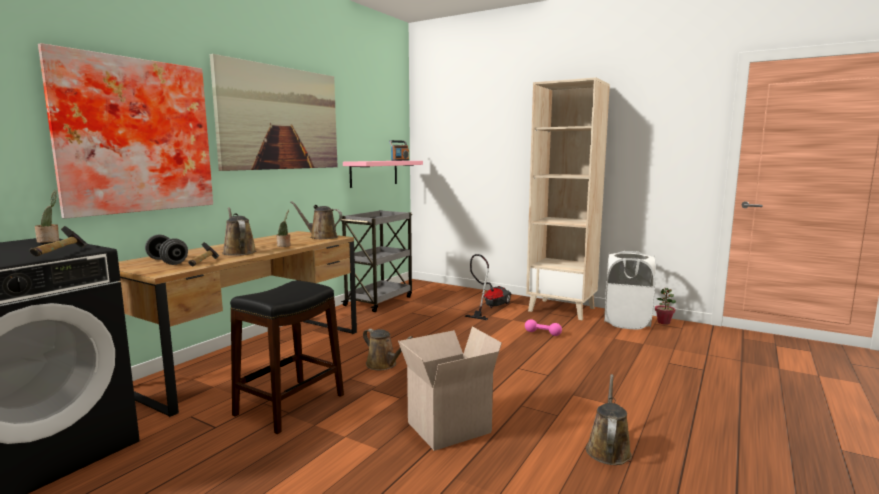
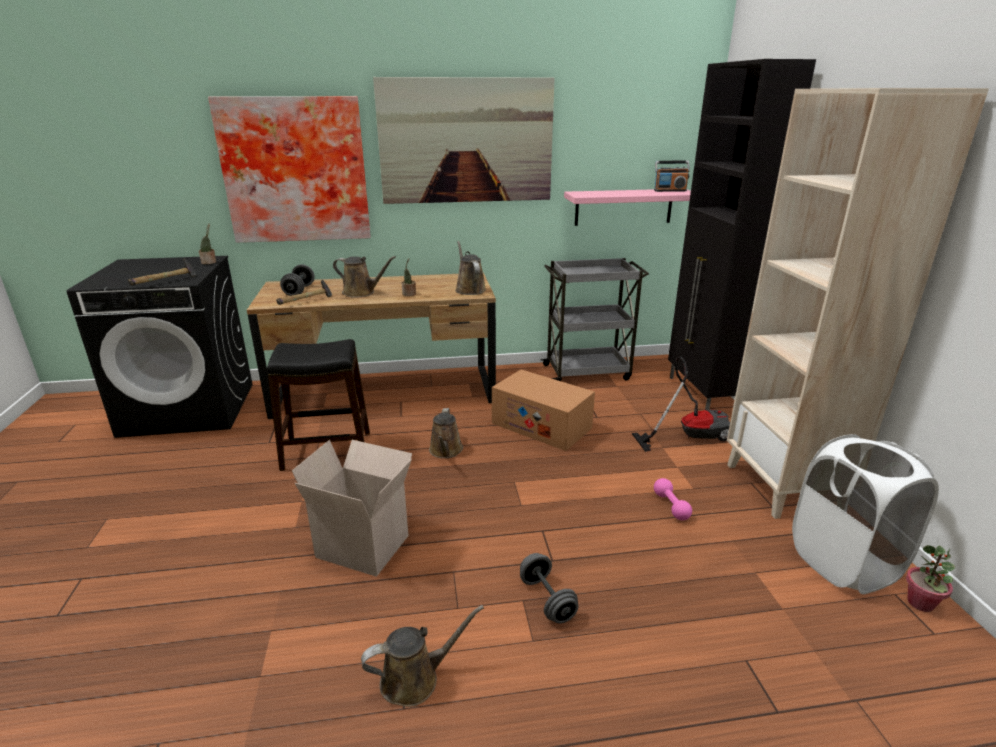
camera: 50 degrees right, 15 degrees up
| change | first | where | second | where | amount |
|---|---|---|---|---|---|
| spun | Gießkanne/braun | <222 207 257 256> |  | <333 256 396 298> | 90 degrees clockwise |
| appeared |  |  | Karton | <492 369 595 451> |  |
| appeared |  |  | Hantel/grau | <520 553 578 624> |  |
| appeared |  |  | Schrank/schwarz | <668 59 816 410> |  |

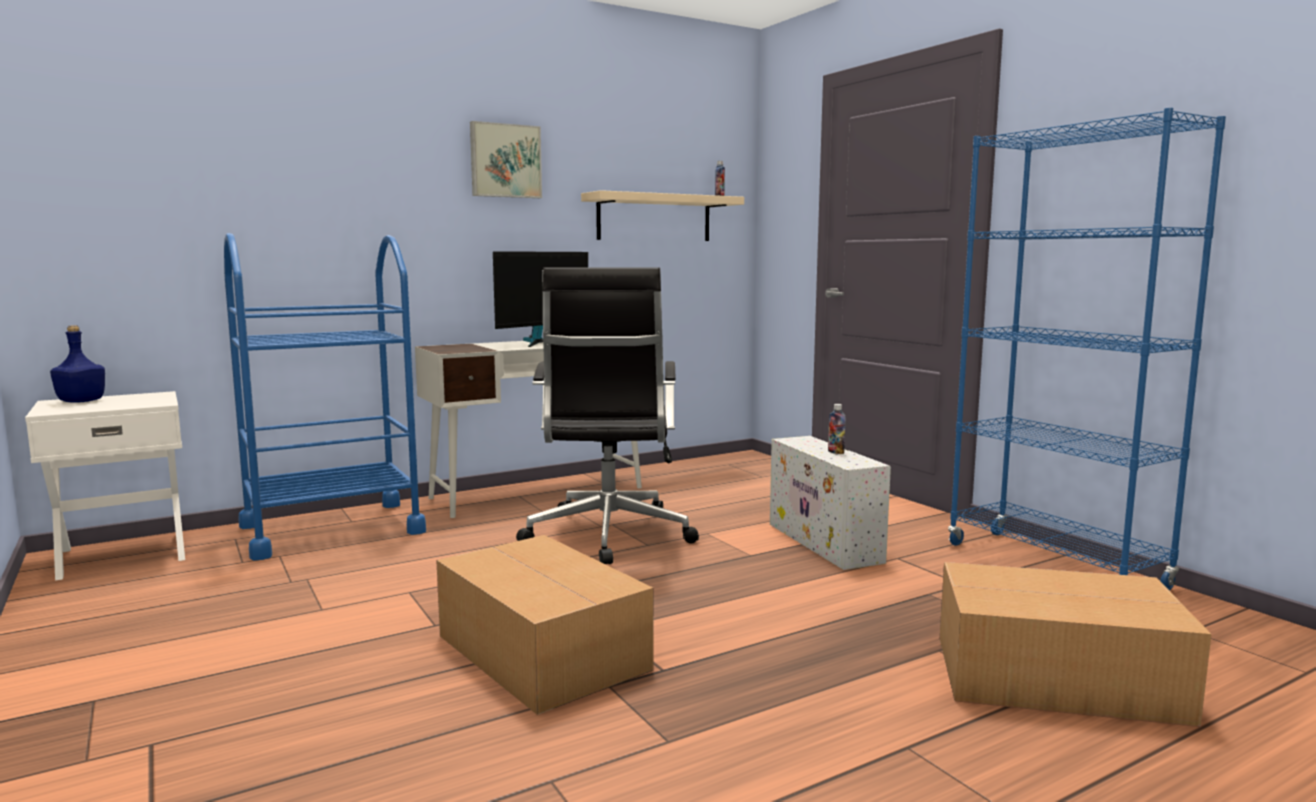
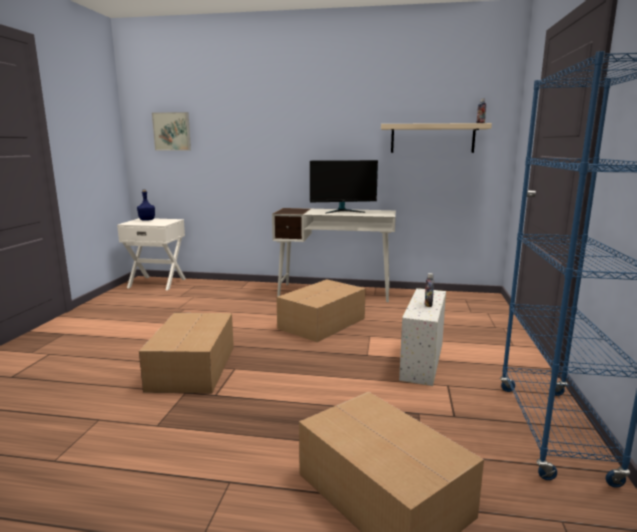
camera: 40 degrees right, 5 degrees up
| change | first | where | second | where | amount |
|---|---|---|---|---|---|
| missing | Rollwagen/blau | <224 233 426 560> |  |  |  |
| relocated | Bild | <470 121 542 198> |  | <152 112 191 150> |  |
| exchanged | Bürostuhl/schwarz | <516 267 699 564> | Karton | <277 279 366 342> |  |

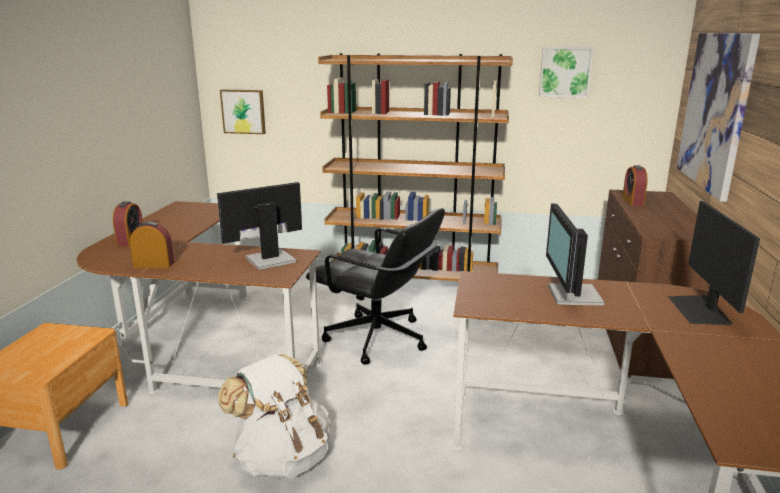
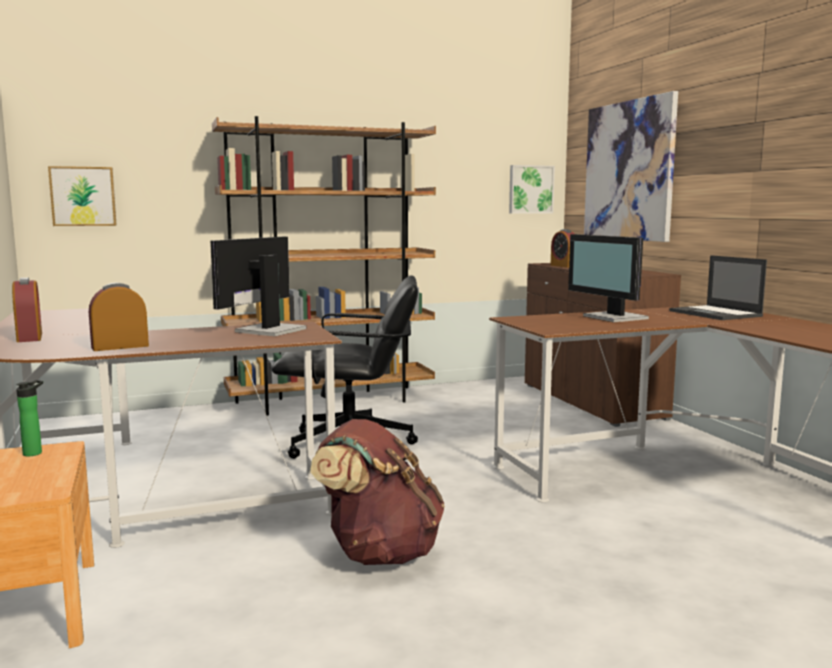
camera: 30 degrees left, 10 degrees down
| change | first | where | second | where | amount |
|---|---|---|---|---|---|
| colour | Rucksack/weiß | <218 354 330 479> | Rucksack/braun | <310 419 445 565> |  |
| relocated | Bild | <539 47 593 98> |  | <509 165 555 214> |  |
| exchanged | Monitor | <667 201 760 325> | Laptop | <669 255 767 320> |  |
| appeared |  |  | Flasche | <16 380 43 456> |  |

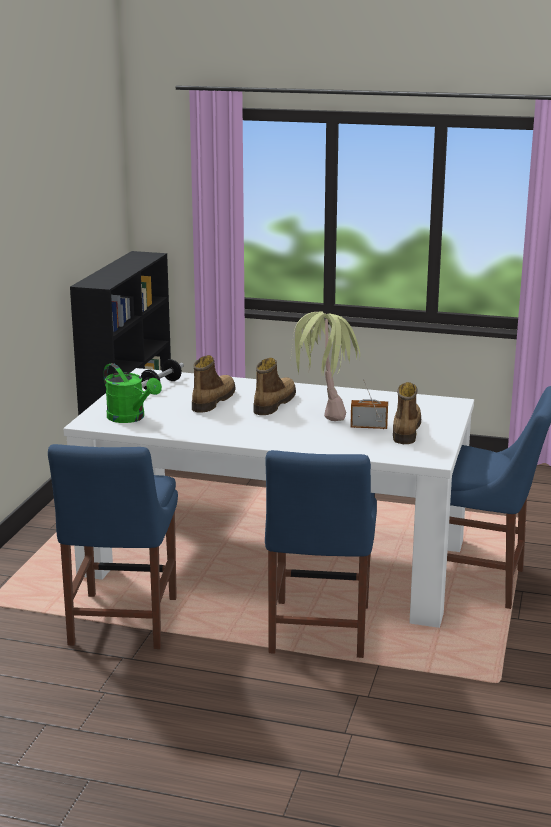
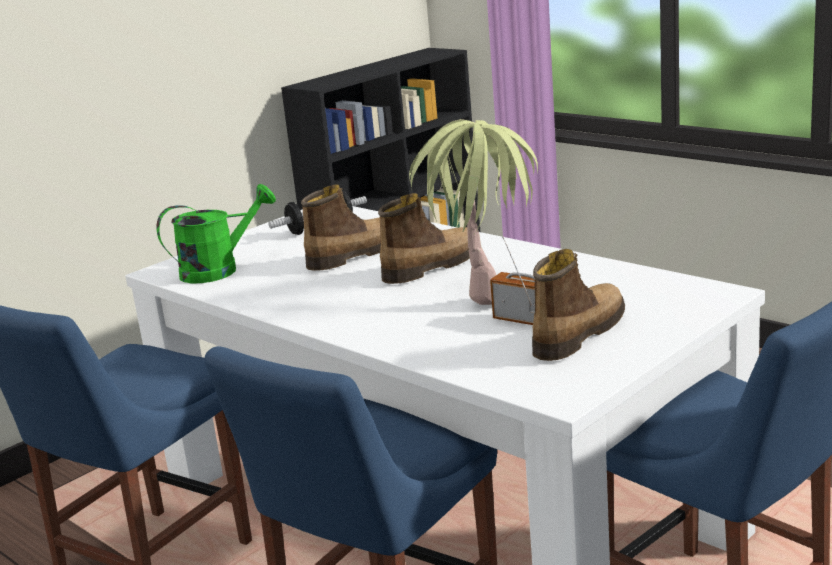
camera: 30 degrees right, 0 degrees up
| change | first | where | second | where | amount |
|---|---|---|---|---|---|
| spun | Gießkanne/grün | <103 363 162 423> |  | <157 184 276 283> | 105 degrees counterclockwise |

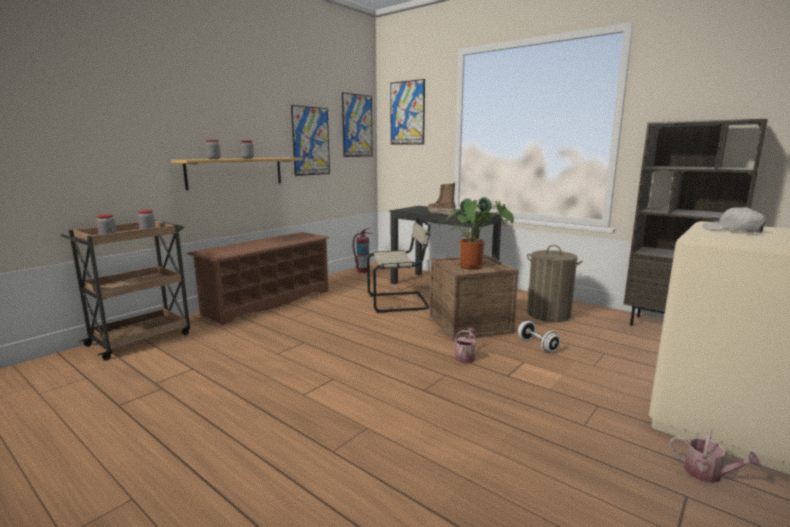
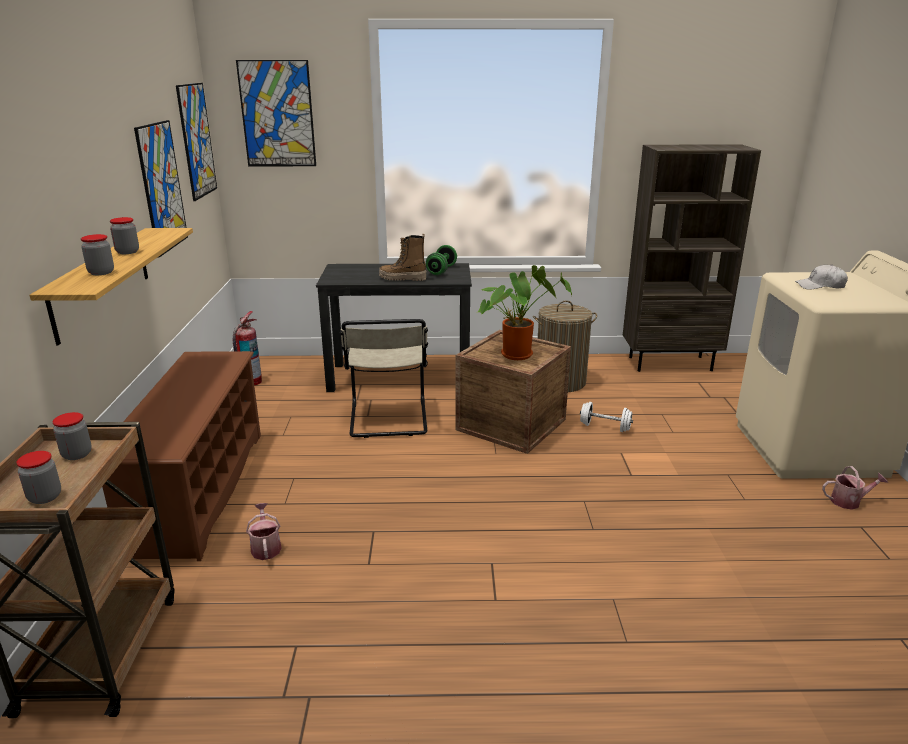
camera: 40 degrees left, 10 degrees up
| change | first | where | second | where | amount |
|---|---|---|---|---|---|
| spun | Stuhl/beige | <367 218 431 313> |  | <340 319 428 438> | 135 degrees clockwise |
| relocated | Gießkanne | <454 328 477 363> |  | <246 503 282 560> |  |

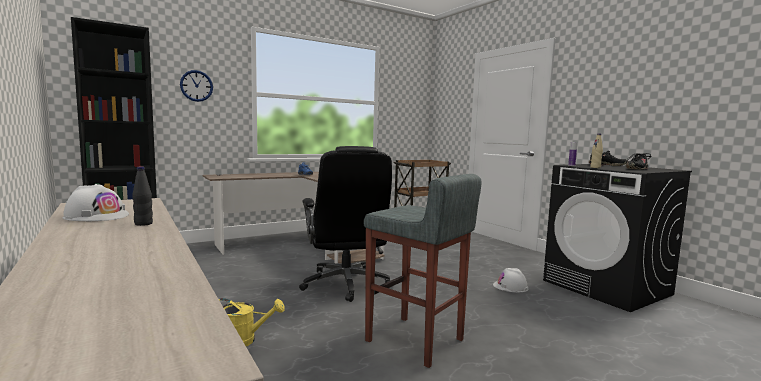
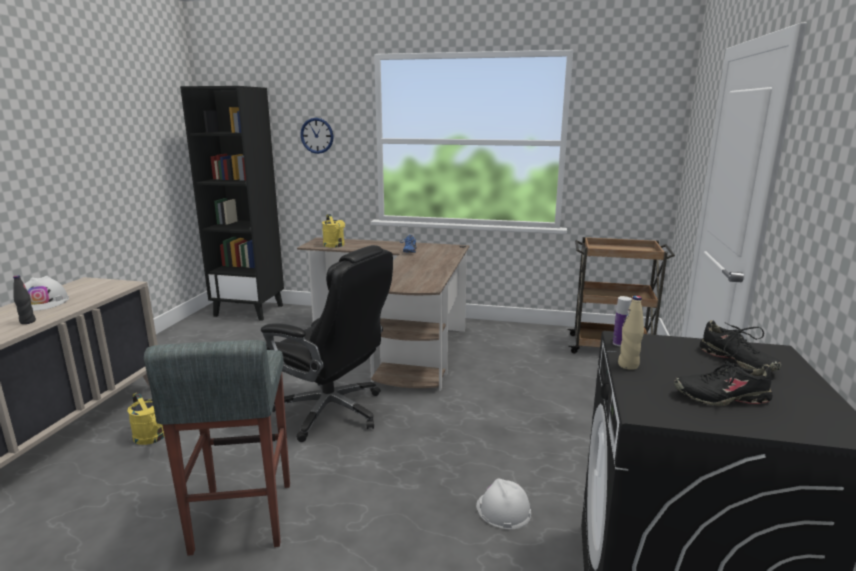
camera: 45 degrees right, 10 degrees up
| change | first | where | second | where | amount |
|---|---|---|---|---|---|
| spun | Bürostuhl/schwarz | <299 146 392 302> |  | <261 245 393 442> | 90 degrees counterclockwise |
| appeared |  |  | Gießkanne/gelb | <322 214 345 247> |  |

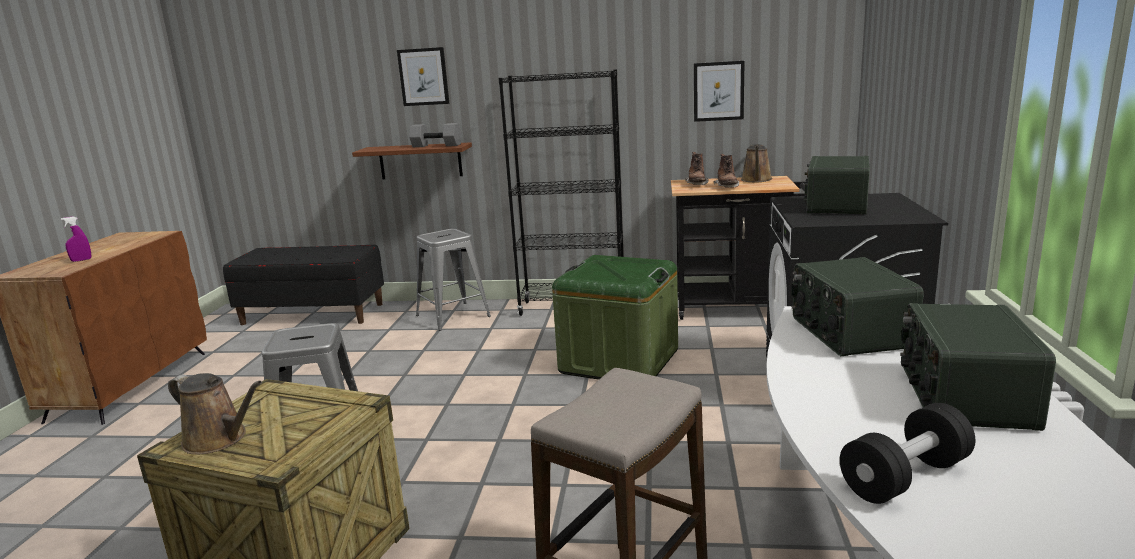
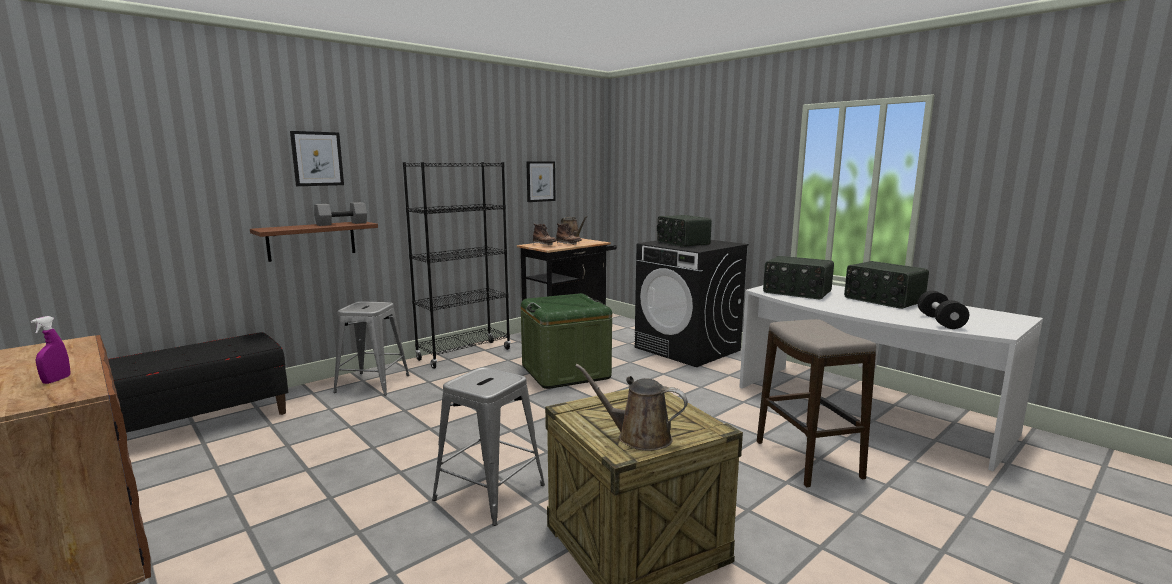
camera: 50 degrees left, 5 degrees down
| change | first | where | second | where | amount |
|---|---|---|---|---|---|
| spun | Gießkanne/braun | <168 373 262 455> |  | <575 364 688 451> | 135 degrees counterclockwise |

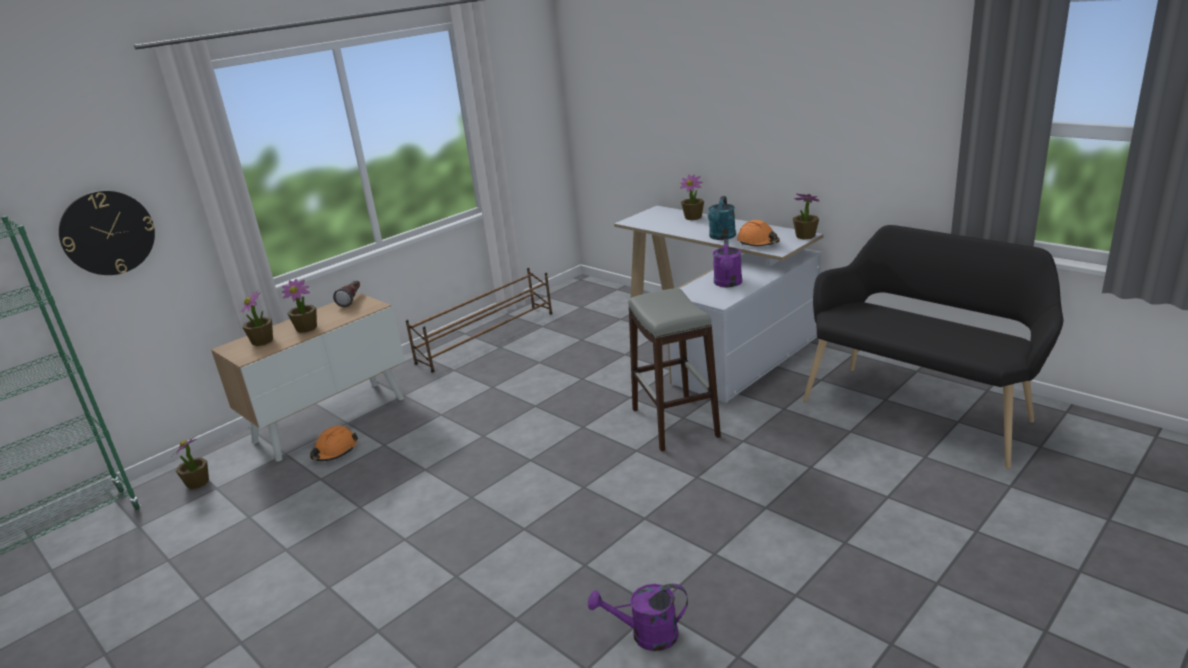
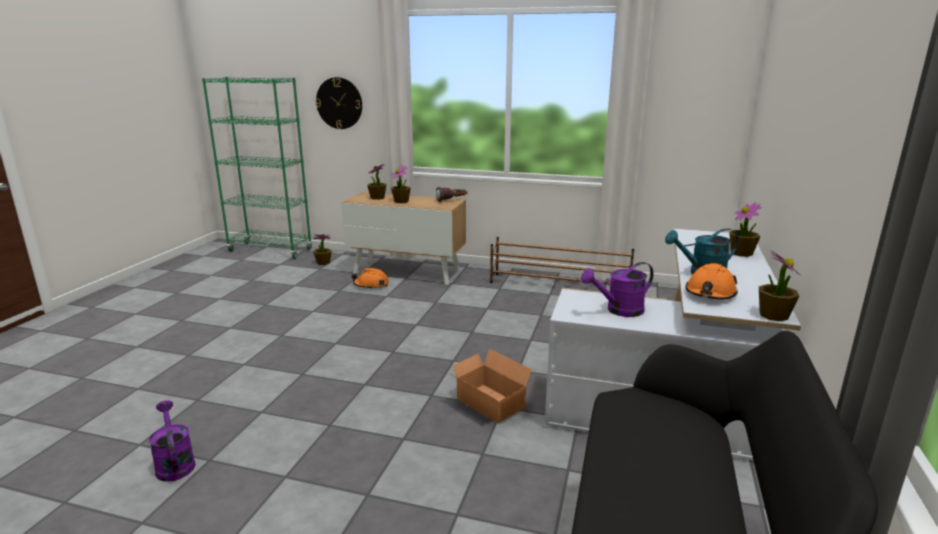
camera: 60 degrees right, 5 degrees down
| change | first | where | second | where | amount |
|---|---|---|---|---|---|
| exchanged | Hocker/grau | <628 288 721 452> | Karton | <449 349 533 423> |  |

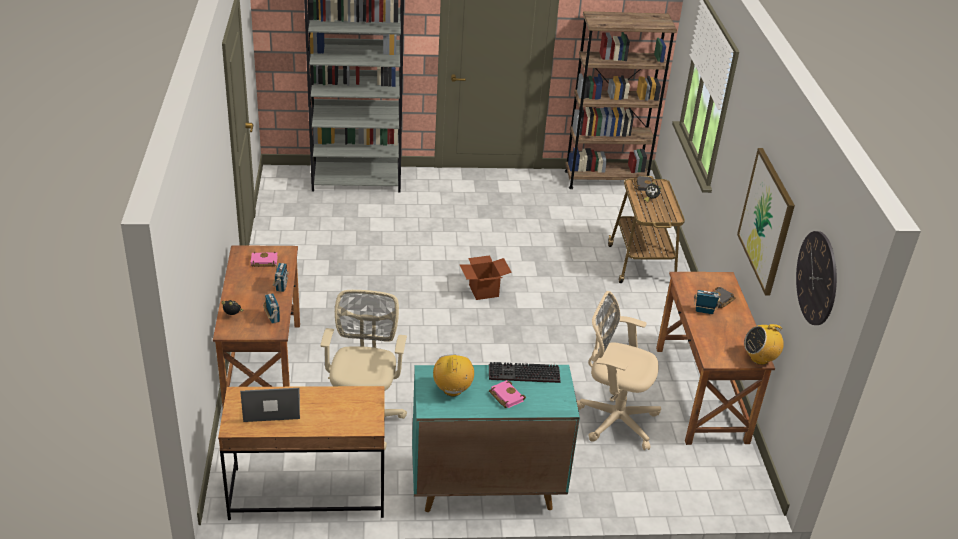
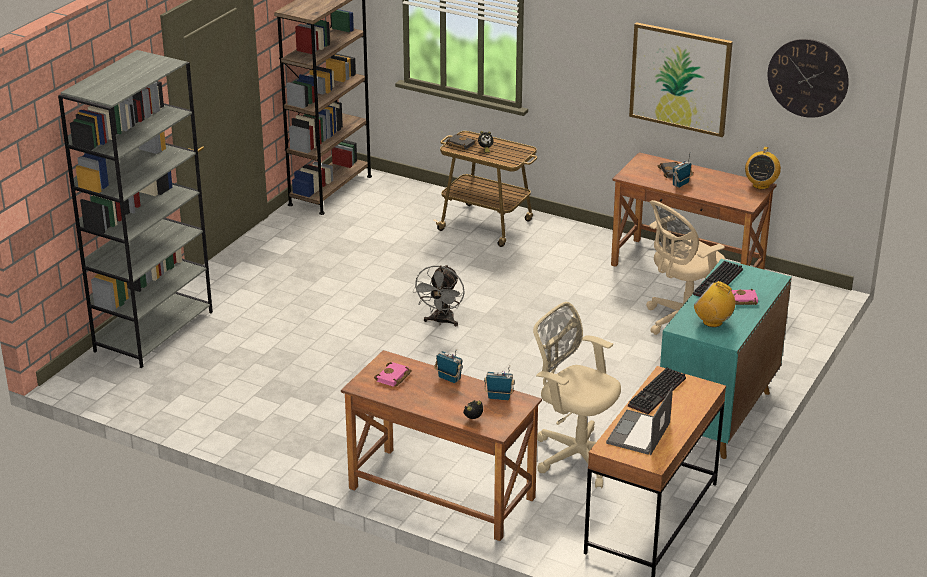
camera: 55 degrees left, 5 degrees down
| change | first | where | second | where | amount |
|---|---|---|---|---|---|
| exchanged | Karton | <460 255 512 300> | Ventilator/grau | <413 265 465 326> |  |
| appeared |  |  | Tastatur | <628 368 686 414> |  |

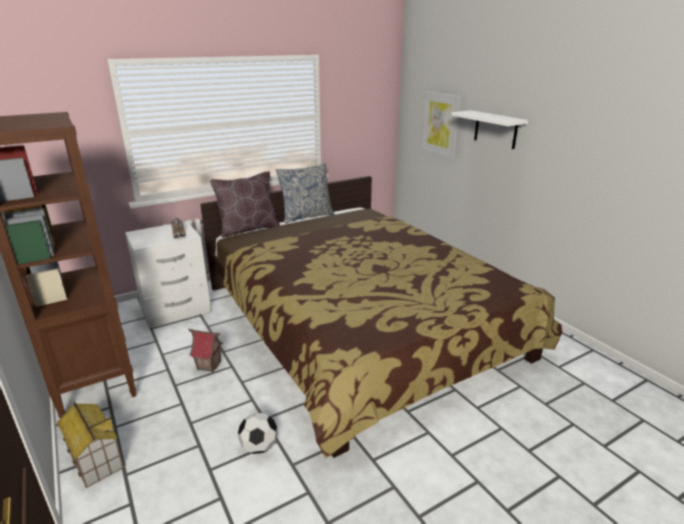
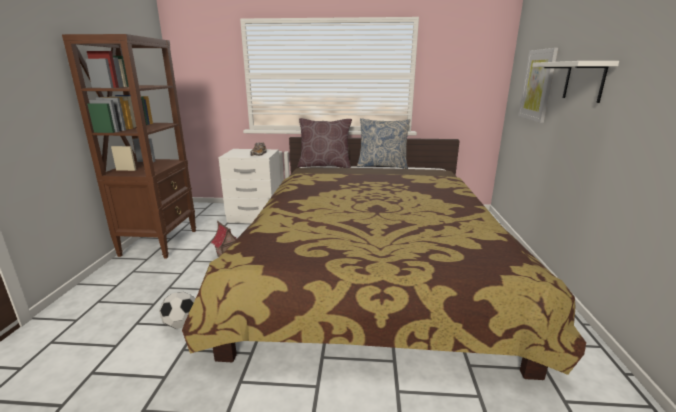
camera: 35 degrees right, 5 degrees down
| change | first | where | second | where | amount |
|---|---|---|---|---|---|
| missing | Spielzeughaus | <57 402 124 488> |  |  |  |

